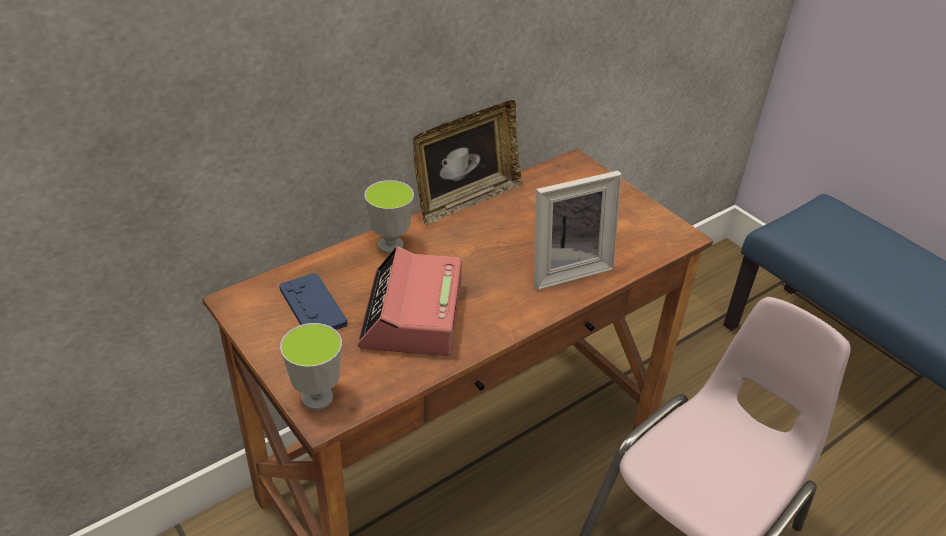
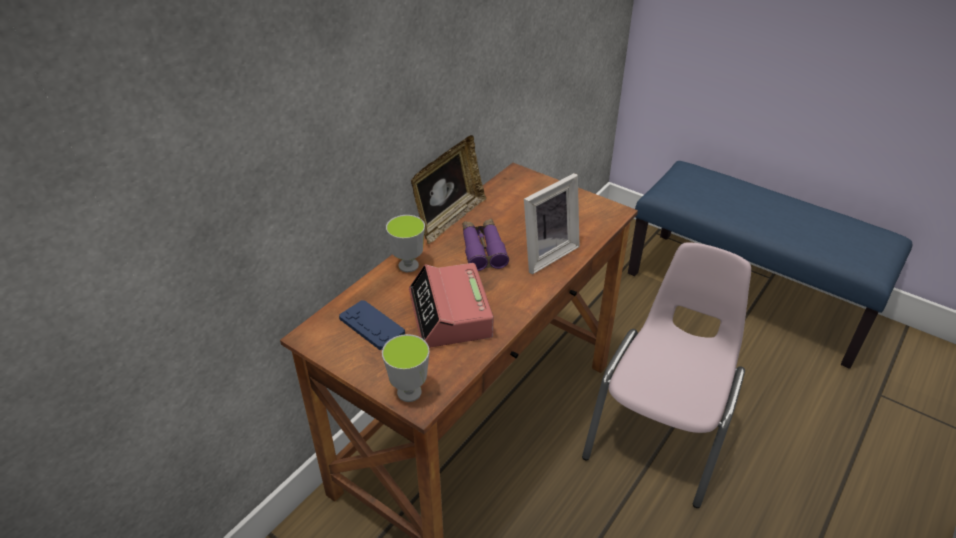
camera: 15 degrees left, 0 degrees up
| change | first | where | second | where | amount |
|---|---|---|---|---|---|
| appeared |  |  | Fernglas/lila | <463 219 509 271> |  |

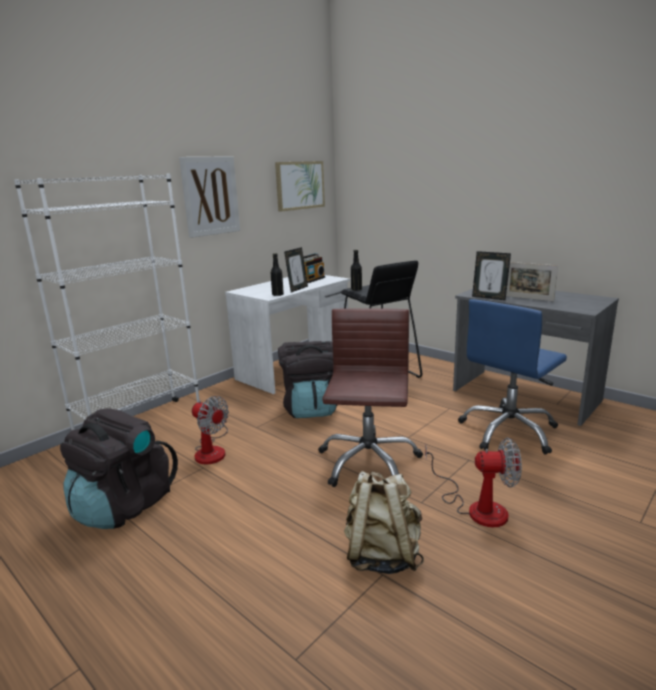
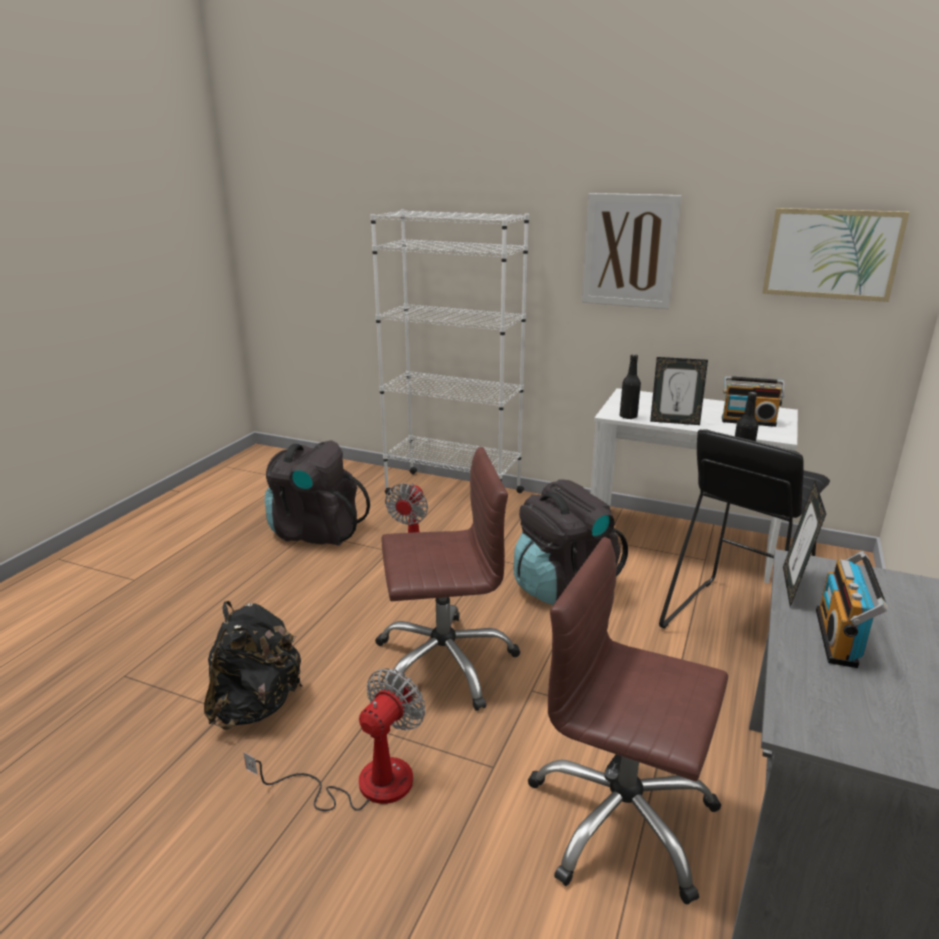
camera: 70 degrees right, 5 degrees up
| change | first | where | second | where | amount |
|---|---|---|---|---|---|
| colour | Rucksack/beige | <344 471 424 574> | Rucksack/schwarz | <204 601 302 730> |  |
| spun | Ventilator | <425 438 522 527> |  | <244 668 425 811> | 135 degrees counterclockwise |
| colour | Bürostuhl/blau | <458 299 567 455> | Bürostuhl/braun | <528 537 728 904> |  |
| exchanged | Bilderrahmen | <506 262 558 301> | Radio | <816 551 888 668> |  |

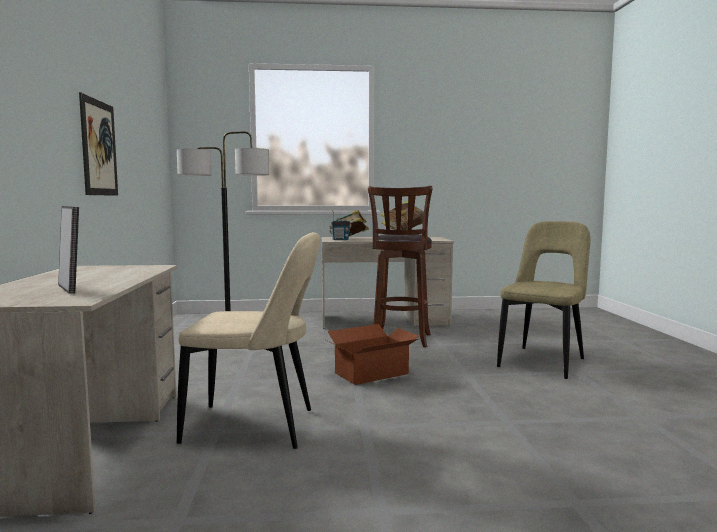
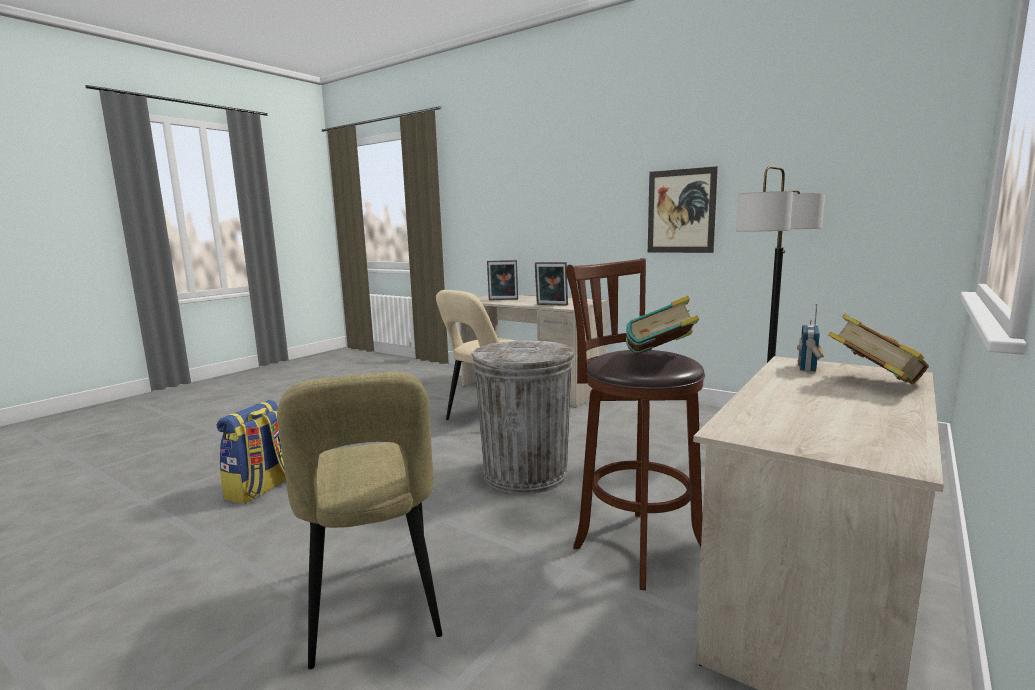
camera: 130 degrees right, 5 degrees up
| change | first | where | second | where | amount |
|---|---|---|---|---|---|
| exchanged | Karton | <324 324 419 385> | Mülleimer/grau | <471 340 575 494> |  |
| appeared |  |  | Rucksack | <217 400 286 504> |  |
| appeared |  |  | Bilderrahmen | <535 262 568 306> |  |

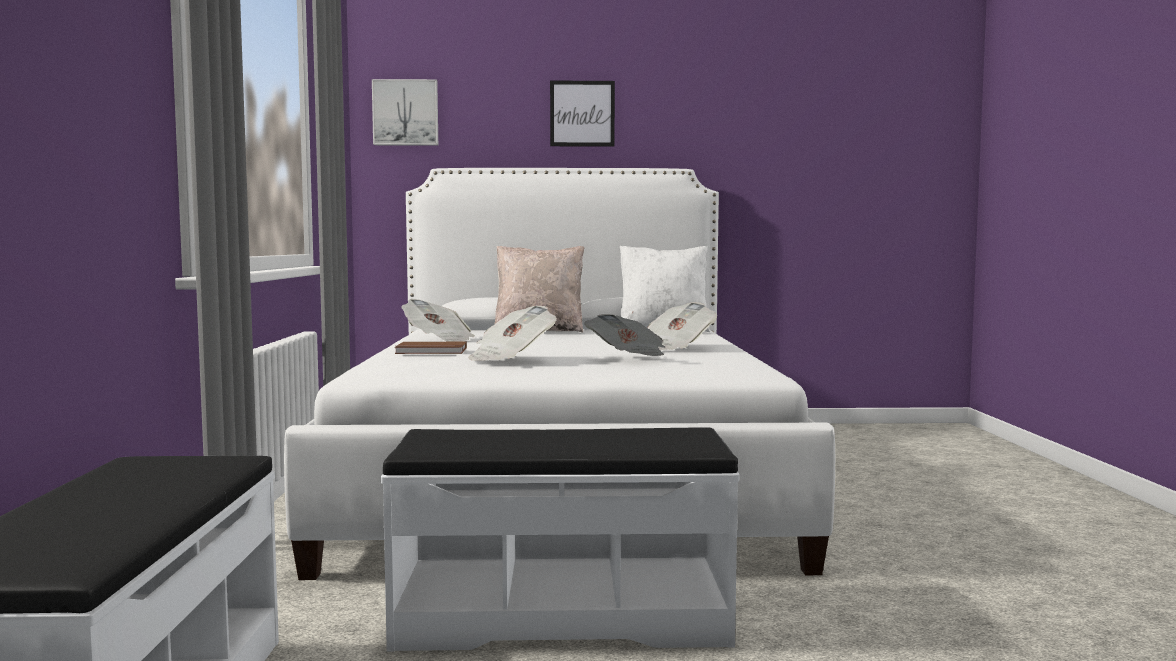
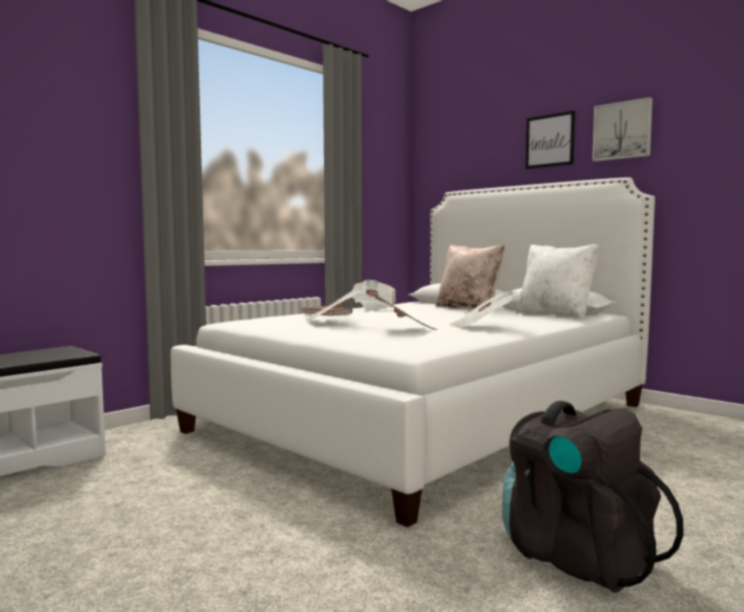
camera: 45 degrees right, 0 degrees up
| change | first | where | second | where | amount |
|---|---|---|---|---|---|
| relocated | Bild | <372 79 438 146> |  | <592 97 653 162> |  |
| missing | Bank/weiß | <381 427 739 651> |  |  |  |
| appeared |  |  | Rucksack/schwarz | <502 401 683 593> |  |

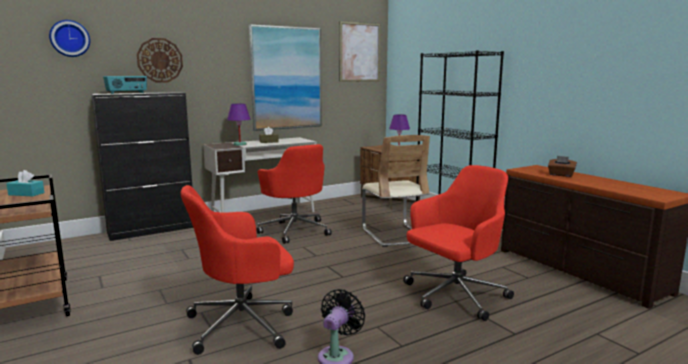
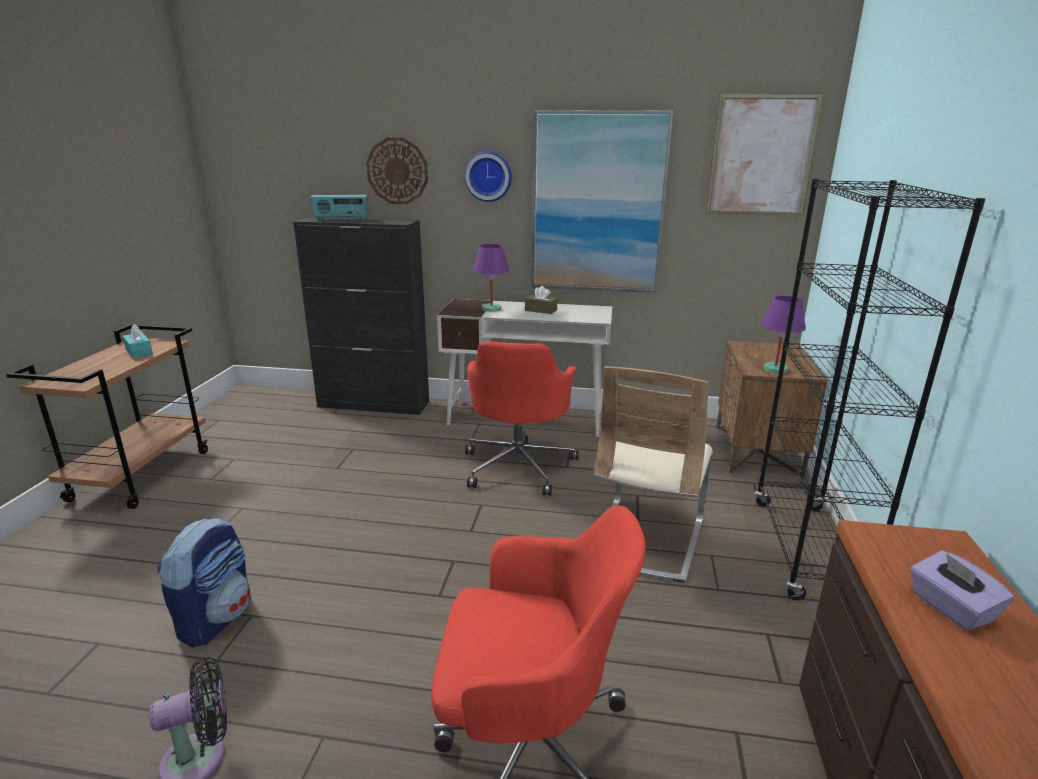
camera: 40 degrees right, 10 degrees up
| change | first | where | second | where | amount |
|---|---|---|---|---|---|
| relocated | Wanduhr | <49 20 90 57> |  | <464 151 512 202> |  |
| exchanged | Bürostuhl/rot | <181 185 294 355> | Rucksack | <157 518 251 648> |  |
| colour | Taschentuchbox/braun | <548 156 577 177> | Taschentuchbox/lila | <910 550 1014 631> |  |

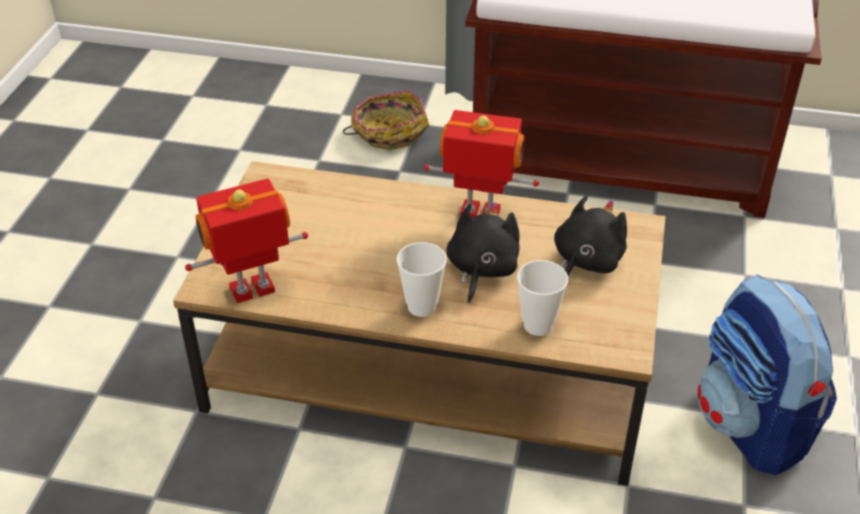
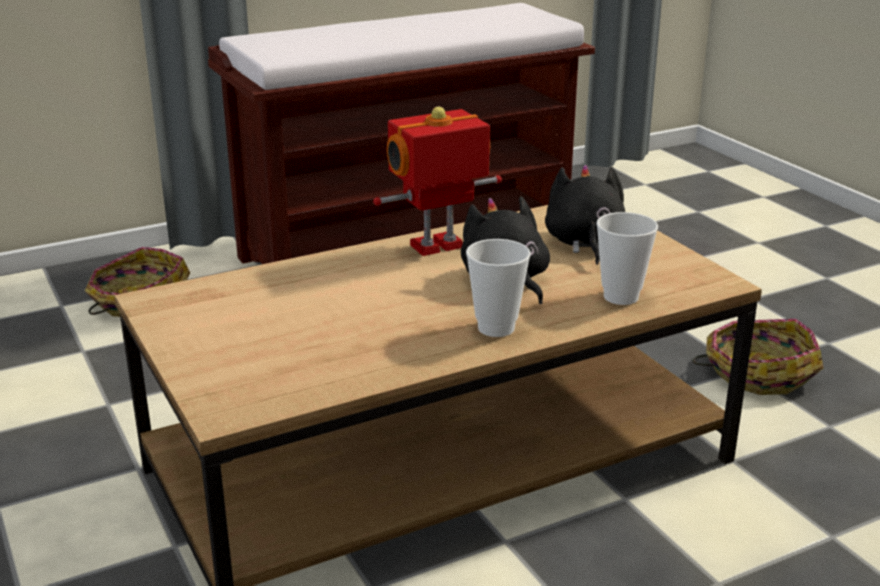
camera: 40 degrees left, 15 degrees down
| change | first | where | second | where | amount |
|---|---|---|---|---|---|
| missing | Spielzeugroboter | <185 178 308 303> |  |  |  |
| exchanged | Rucksack | <697 275 837 476> | Korb | <692 319 824 395> |  |

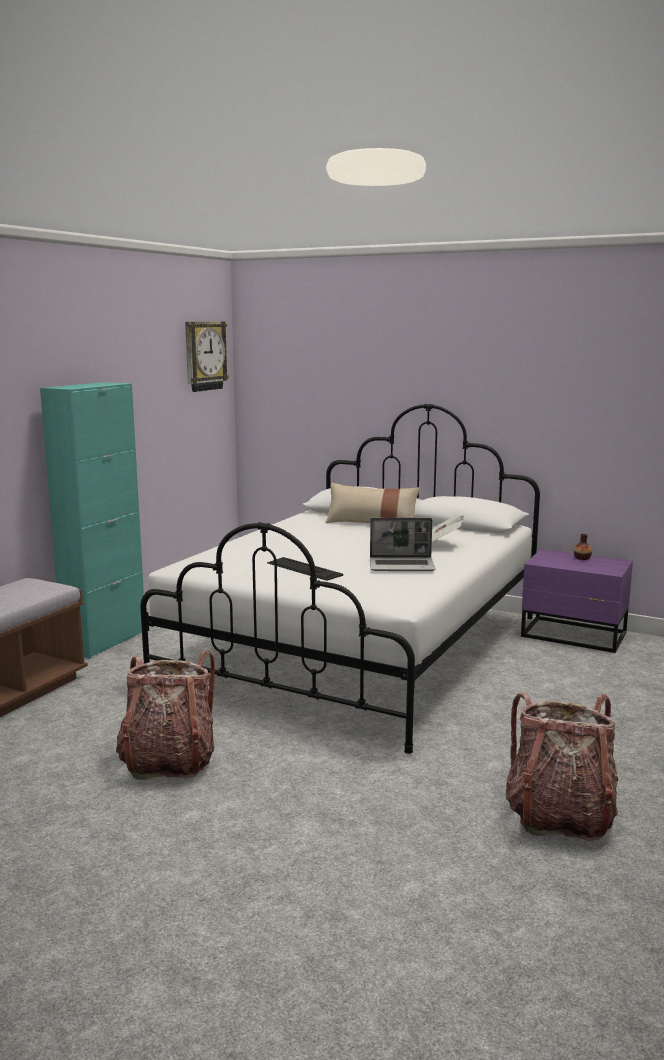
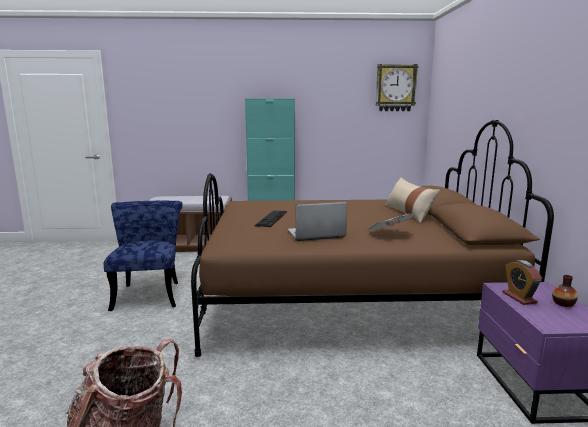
camera: 60 degrees right, 0 degrees up
| change | first | where | second | where | amount |
|---|---|---|---|---|---|
| exchanged | Rucksack | <116 650 215 780> | Stuhl/blau | <104 201 183 311> |  |
| colour | Bett/weiß | <140 404 540 754> | Bett/braun | <191 120 554 357> |  |
| spun | Laptop | <370 518 435 571> |  | <288 202 347 241> | 105 degrees clockwise |
| appeared |  |  | Wecker | <502 260 542 305> |  |

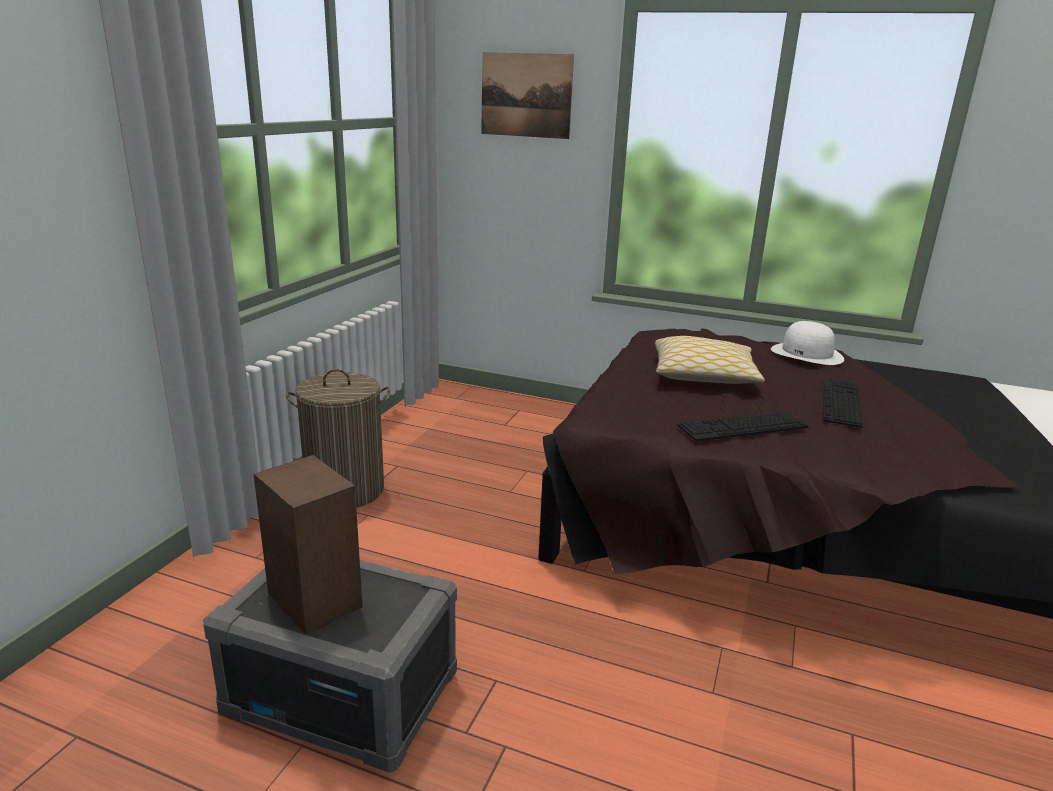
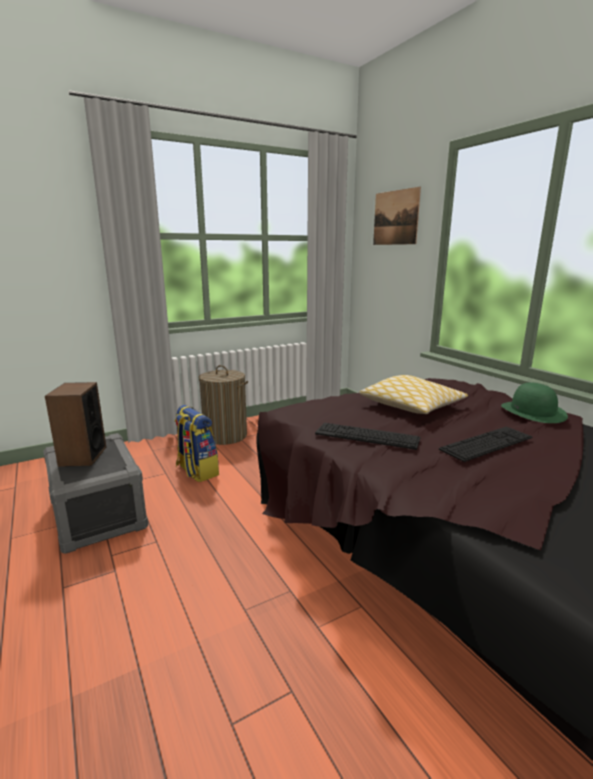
camera: 40 degrees right, 5 degrees down
| change | first | where | second | where | amount |
|---|---|---|---|---|---|
| colour | Hut/weiß | <771 321 844 365> | Hut/grün | <501 382 568 423> |  |
| appeared |  |  | Rucksack | <175 405 219 482> |  |

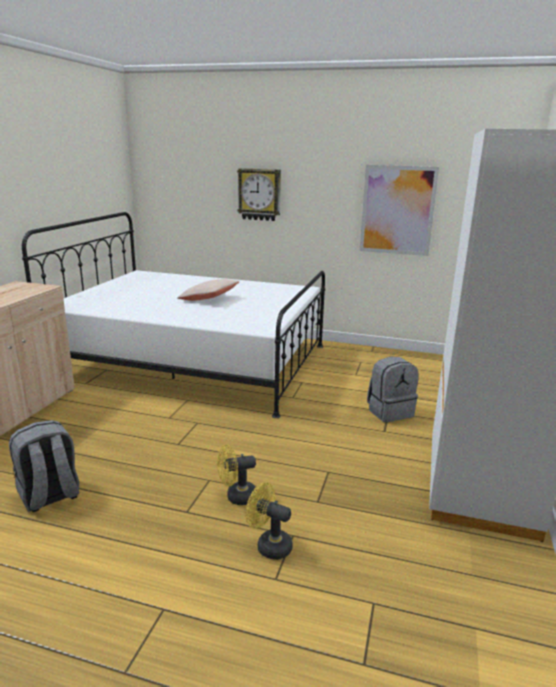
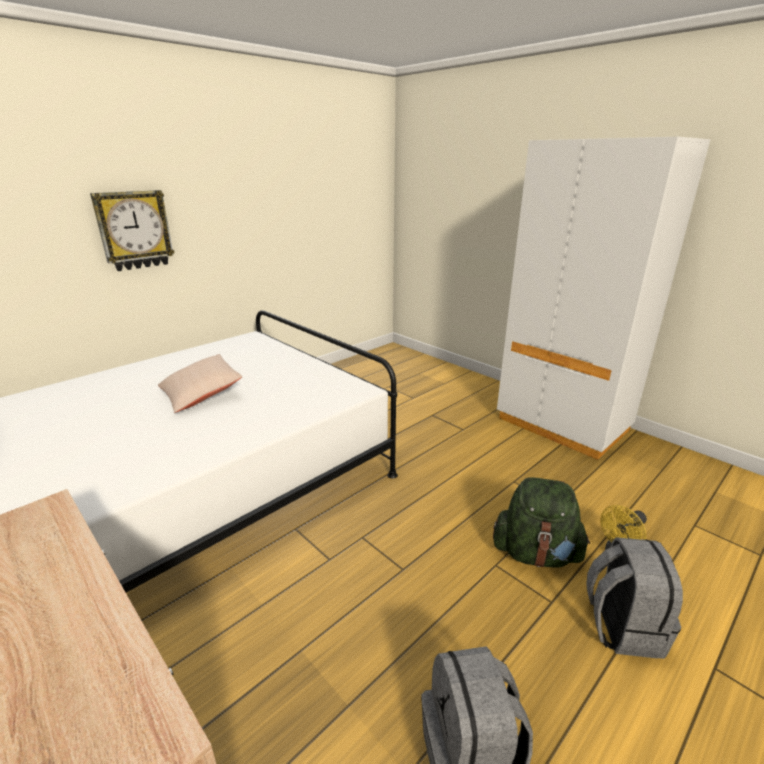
camera: 60 degrees left, 5 degrees up
| change | first | where | second | where | amount |
|---|---|---|---|---|---|
| exchanged | Ventilator/gelb | <217 444 256 505> | Rucksack/grün | <493 477 590 568> |  |
| missing | Bild | <360 165 439 256> |  |  |  |
| relocated | Rucksack/grau | <367 357 418 422> |  | <586 537 683 659> |  |

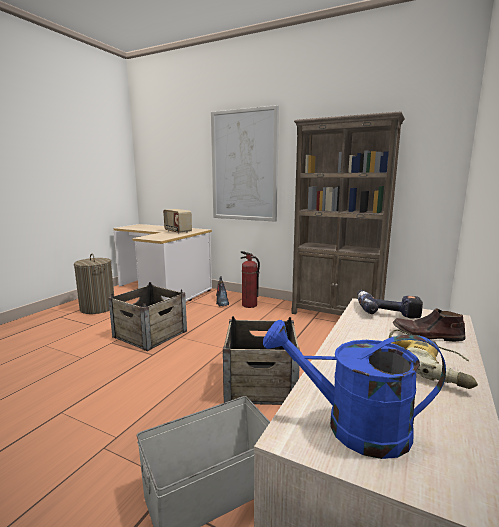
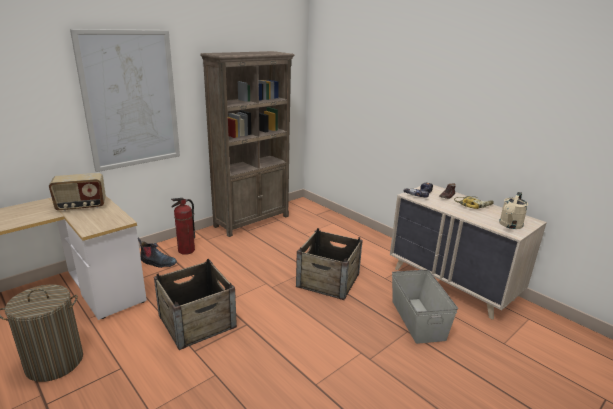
camera: 70 degrees left, 10 degrees up
| change | first | where | second | where | amount |
|---|---|---|---|---|---|
| colour | Gießkanne/blau | <263 320 446 459> | Gießkanne/beige | <499 192 528 229> |  |

